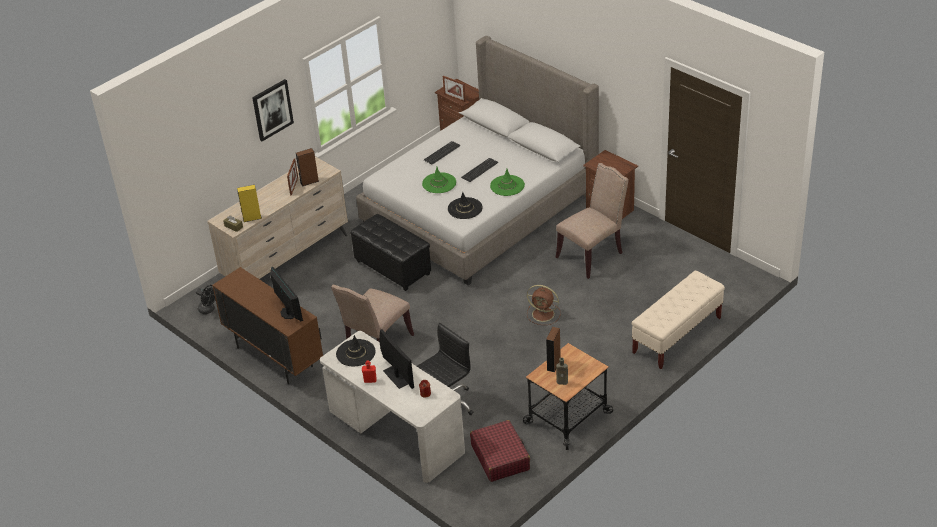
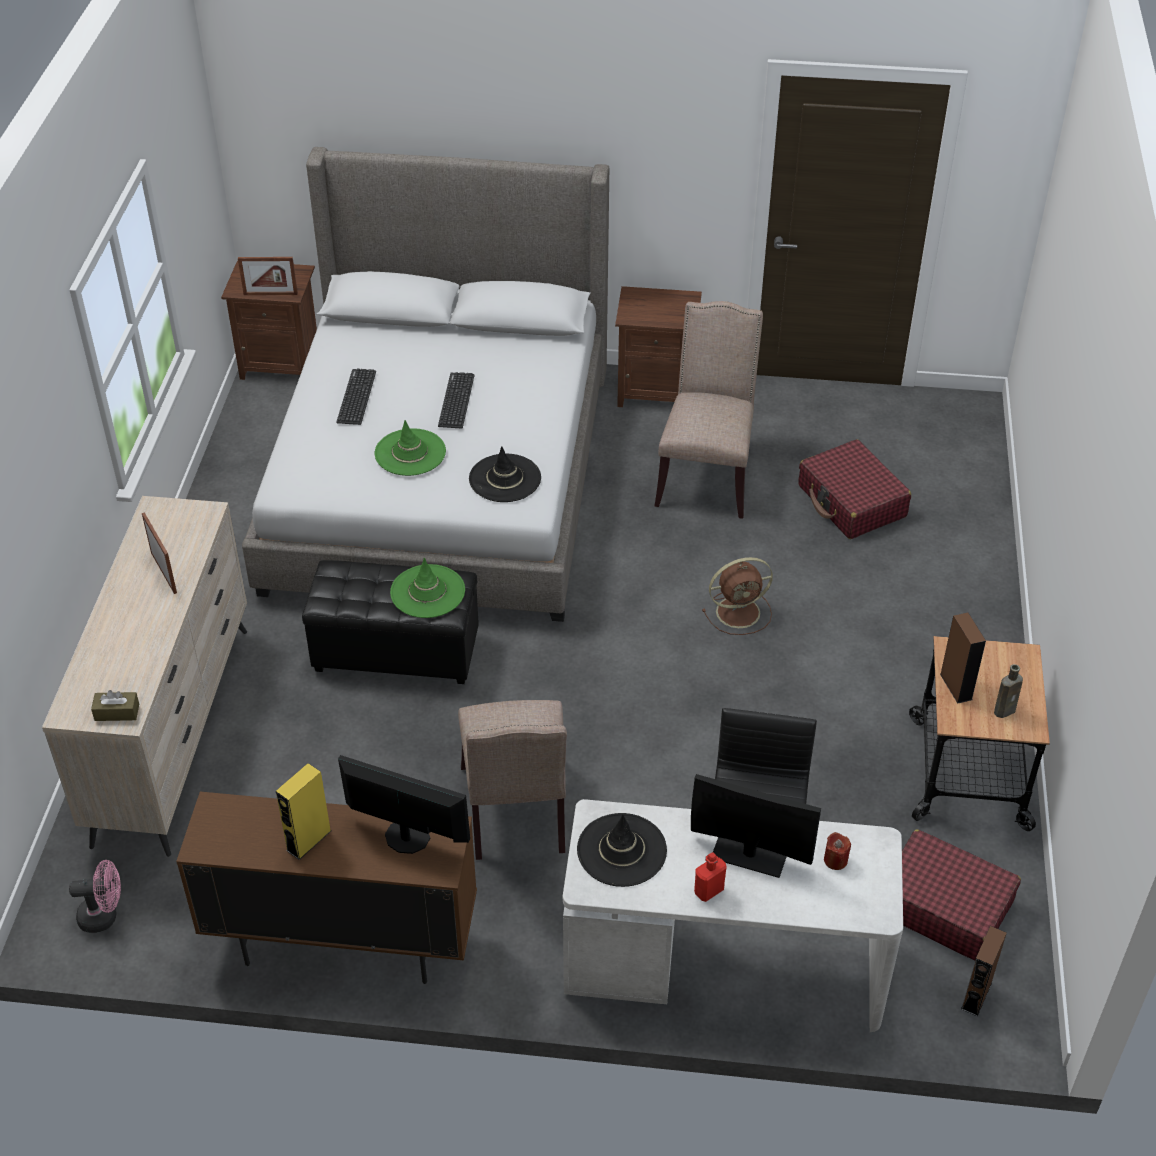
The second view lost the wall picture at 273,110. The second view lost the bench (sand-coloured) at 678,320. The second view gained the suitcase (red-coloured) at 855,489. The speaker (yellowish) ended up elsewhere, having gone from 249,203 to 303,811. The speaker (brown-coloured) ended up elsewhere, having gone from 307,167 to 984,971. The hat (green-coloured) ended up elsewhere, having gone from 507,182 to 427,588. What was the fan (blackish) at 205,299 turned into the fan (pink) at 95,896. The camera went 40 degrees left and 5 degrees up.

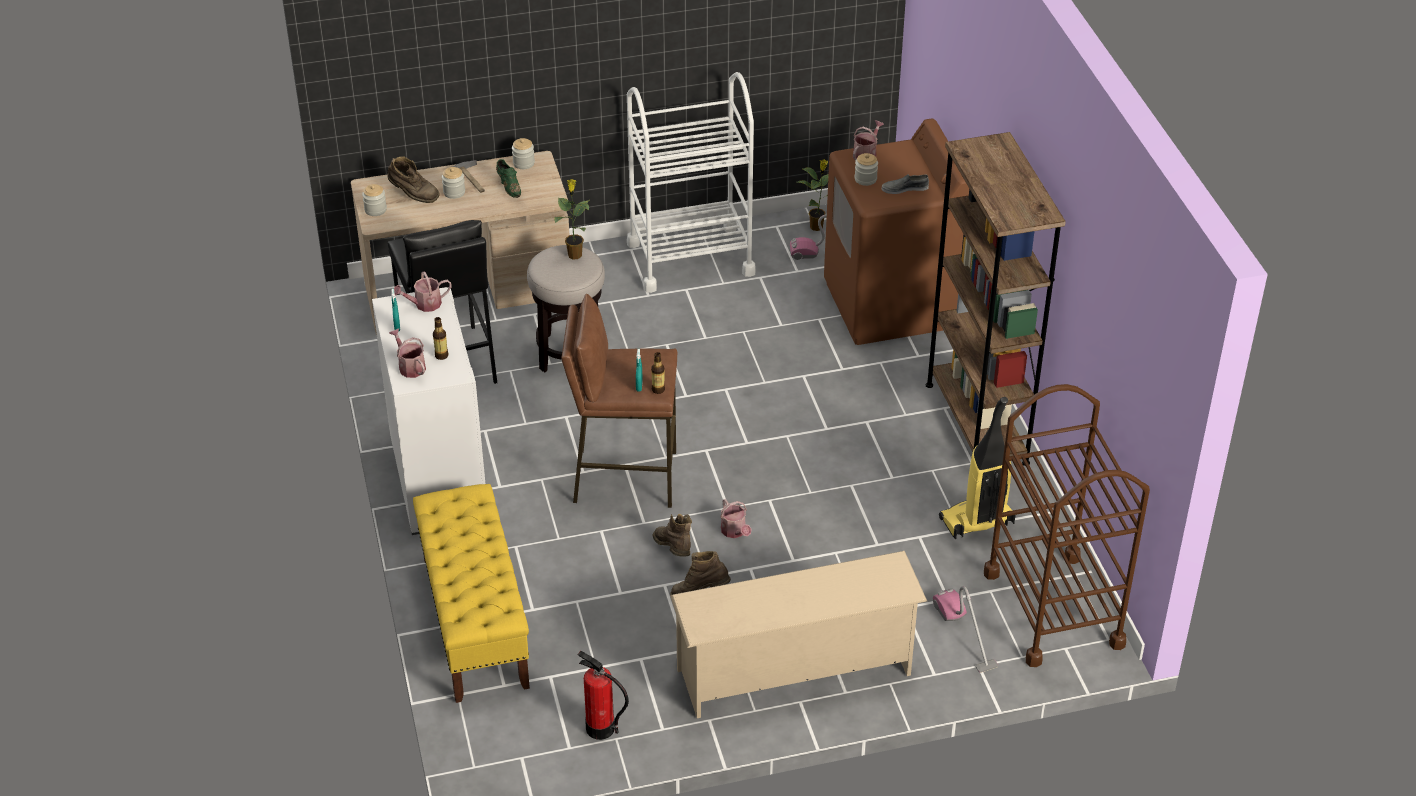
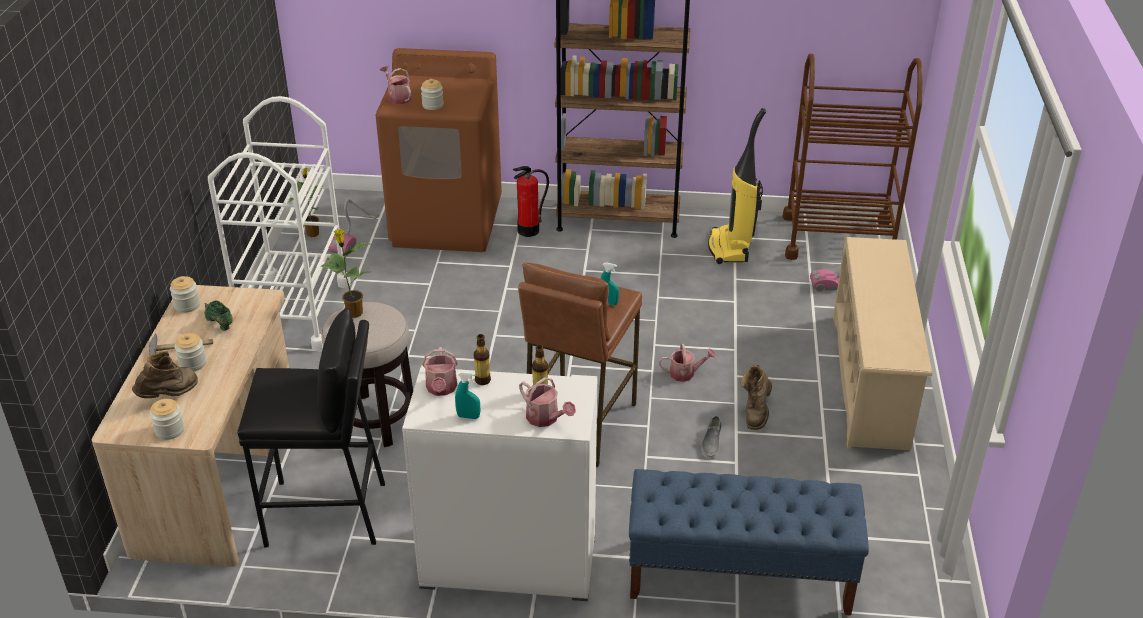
The second view lost the high-top boot (brown-coloured) at 672,535. The extinguisher ended up elsewhere, having gone from 603,695 to 530,201. The beverage bottle ended up elsewhere, having gone from 658,373 to 482,359. The item of footwear (greyish) ended up elsewhere, having gone from 905,184 to 711,437. What was the bench (yellowish) at 471,593 turned into the bench (blue-coloured) at 749,542. The watering can at 407,353 ended up facing another way, 120 degrees counterclockwise from before. The item of footwear (green-coloured) at 508,178 ended up facing another way, 120 degrees counterclockwise from before. The camera went 70 degrees left and 5 degrees down.

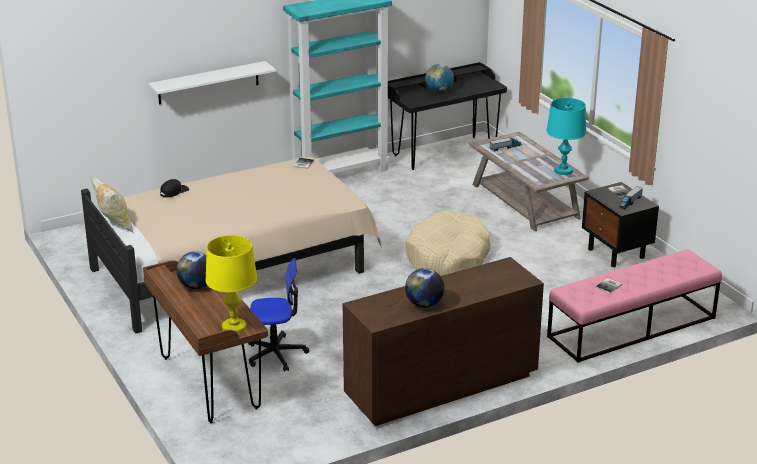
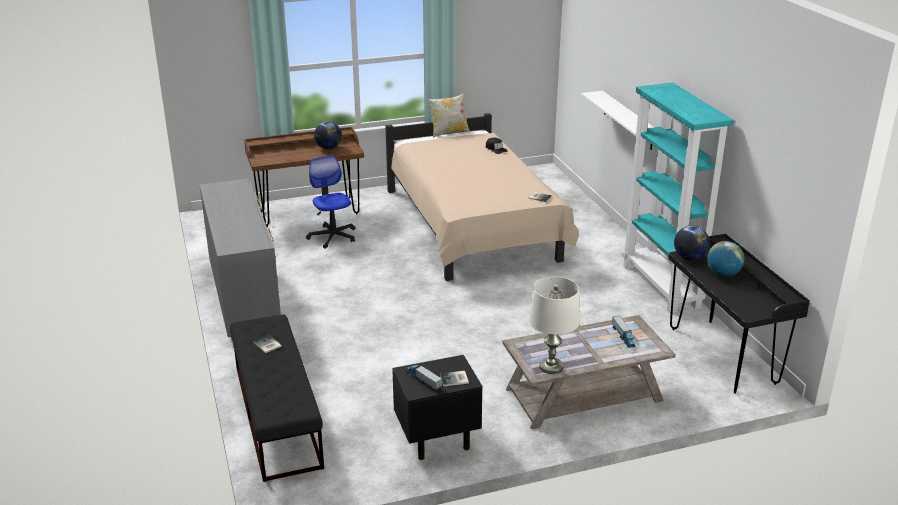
The second view lost the table lamp (yellowish) at 231,284. The second view lost the dog bed (sand-coloured) at 448,243. The desk globe ended up elsewhere, having gone from 424,288 to 692,243. What was the chest of drawers (brown-coloured) at 443,341 turned into the chest of drawers (greyish) at 240,257. What was the table lamp (blue-green) at 566,136 turned into the table lamp (whitish) at 554,325. What was the bench (pink) at 634,306 turned into the bench (blackish) at 277,398. The computer chair at 278,315 ended up facing another way, 150 degrees clockwise from before. The camera went 100 degrees right and 0 degrees up.

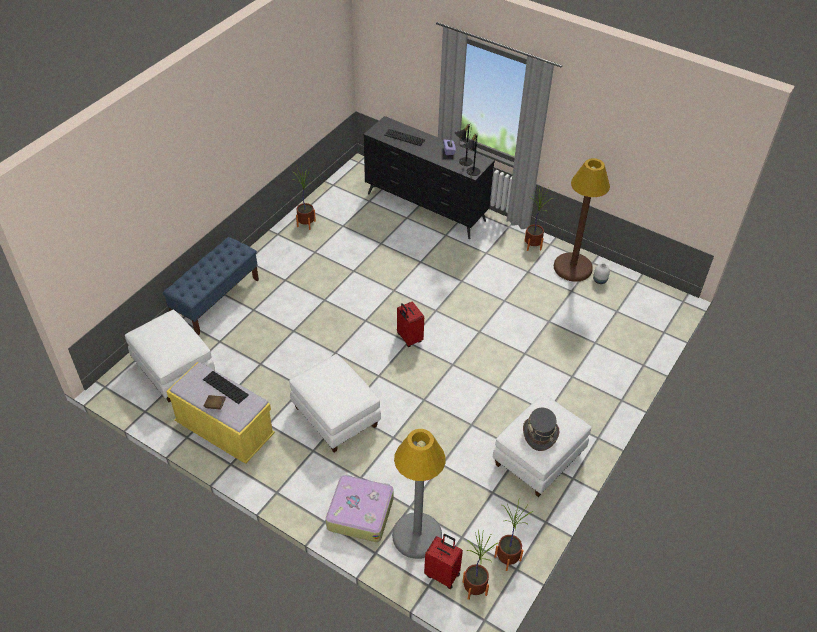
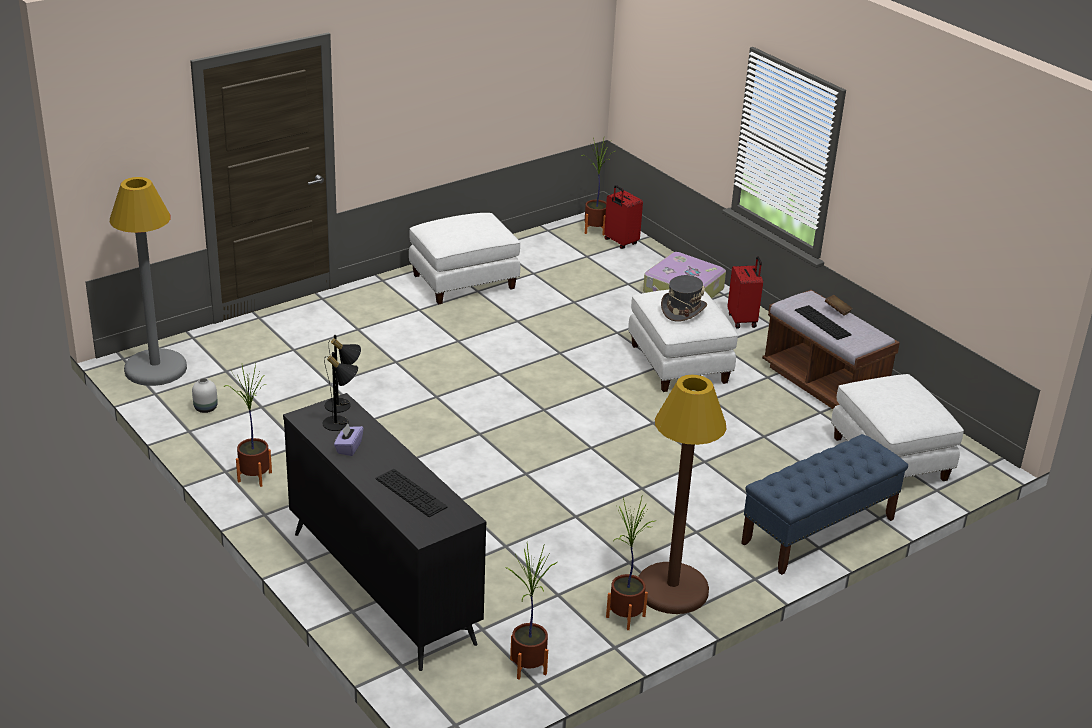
The floor lamp (greyish) ended up elsewhere, having gone from 419,494 to 148,281. The suitcase (red-coloured) ended up elsewhere, having gone from 410,324 to 745,292. The plant in a pot ended up elsewhere, having gone from 514,536 to 531,611. The hat (greyish) ended up elsewhere, having gone from 541,429 to 684,298. The floor lamp (brown-coloured) ended up elsewhere, having gone from 582,220 to 682,494. What was the bench (yellowish) at 220,413 turned into the bench (brown-coloured) at 831,349. The camera went 160 degrees left and 15 degrees down.

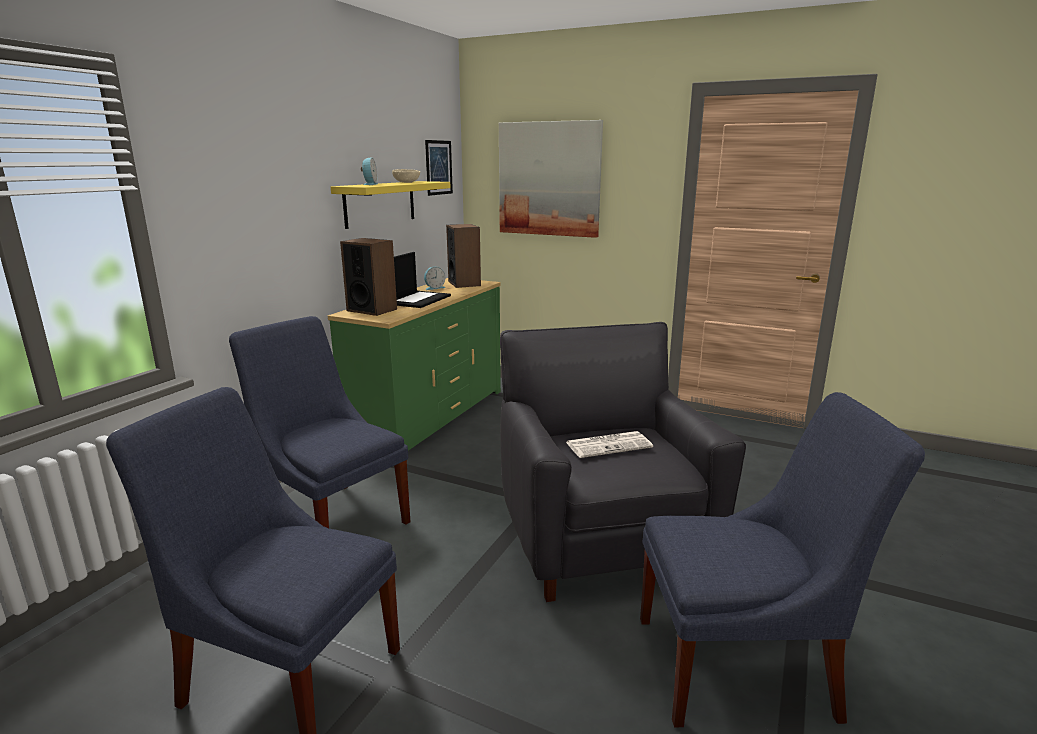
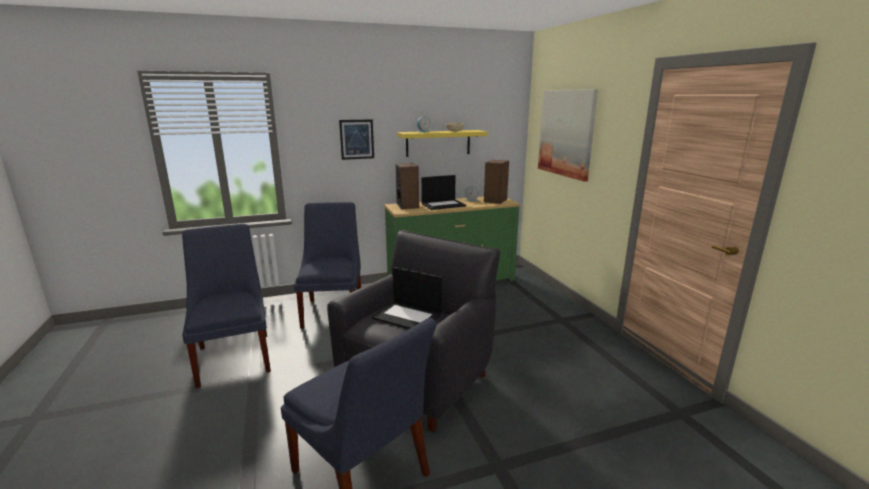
The wall picture ended up elsewhere, having gone from 439,168 to 356,139. Where the daily paper stood at 609,444, the notebook computer came to stand at 407,298. The camera went 45 degrees right and 0 degrees up.

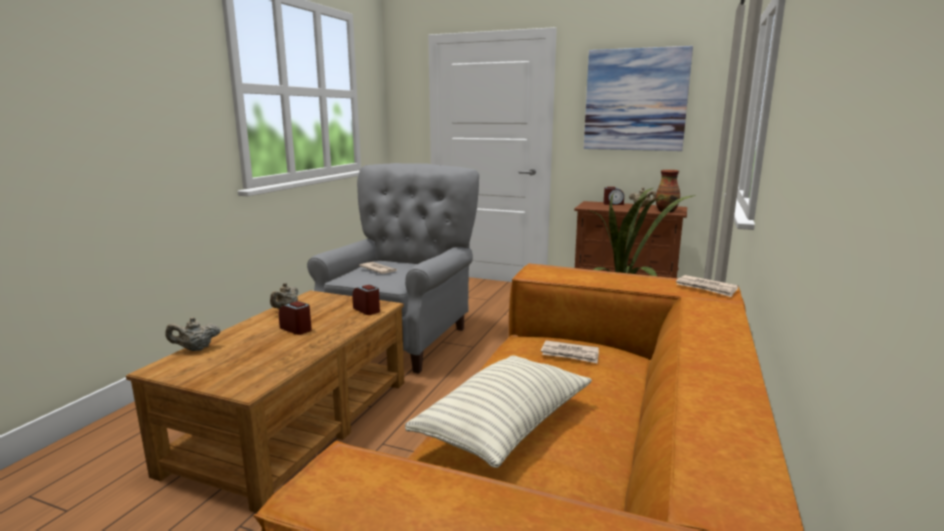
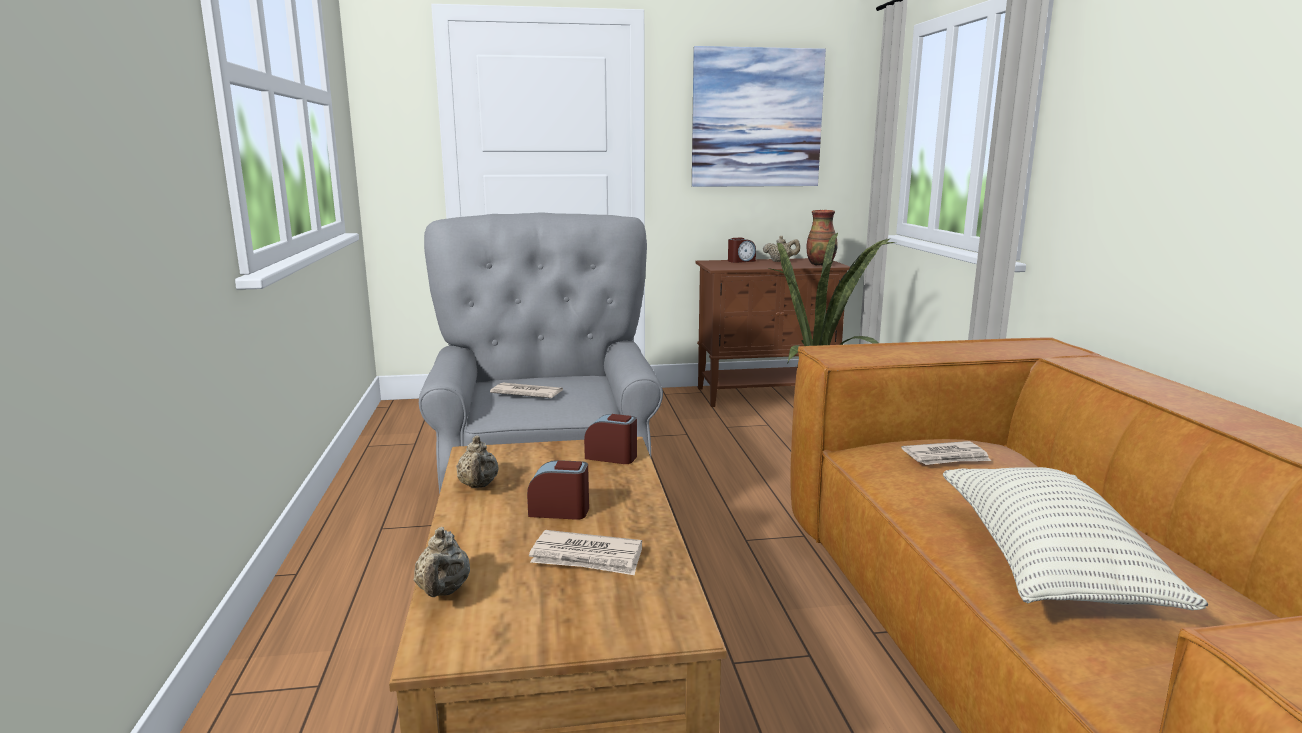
The daily paper ended up elsewhere, having gone from 707,286 to 585,552. The tea pot (sand-coloured) at 193,334 ended up facing another way, 45 degrees counterclockwise from before. The camera went 30 degrees left and 0 degrees up.

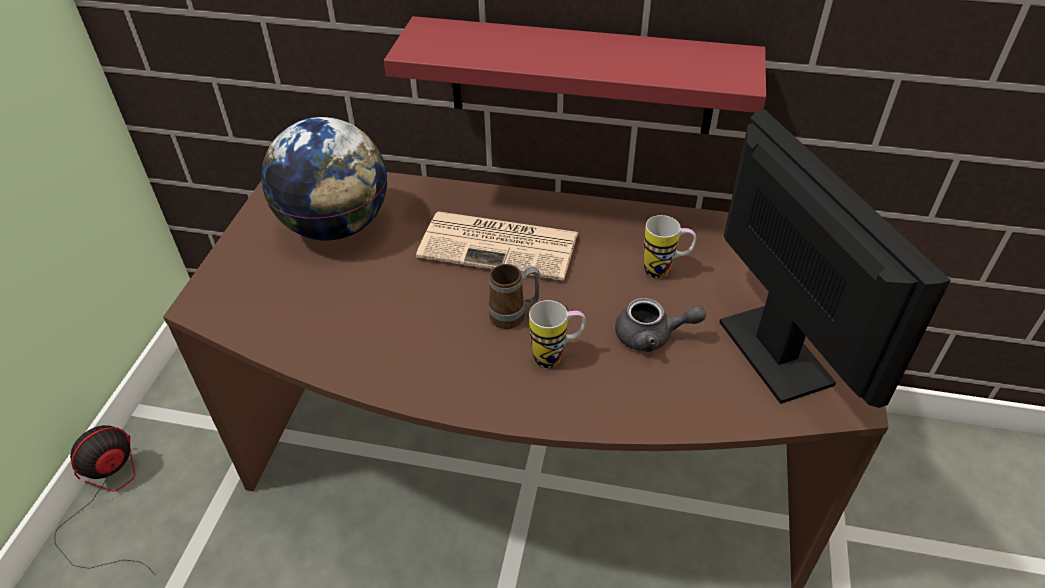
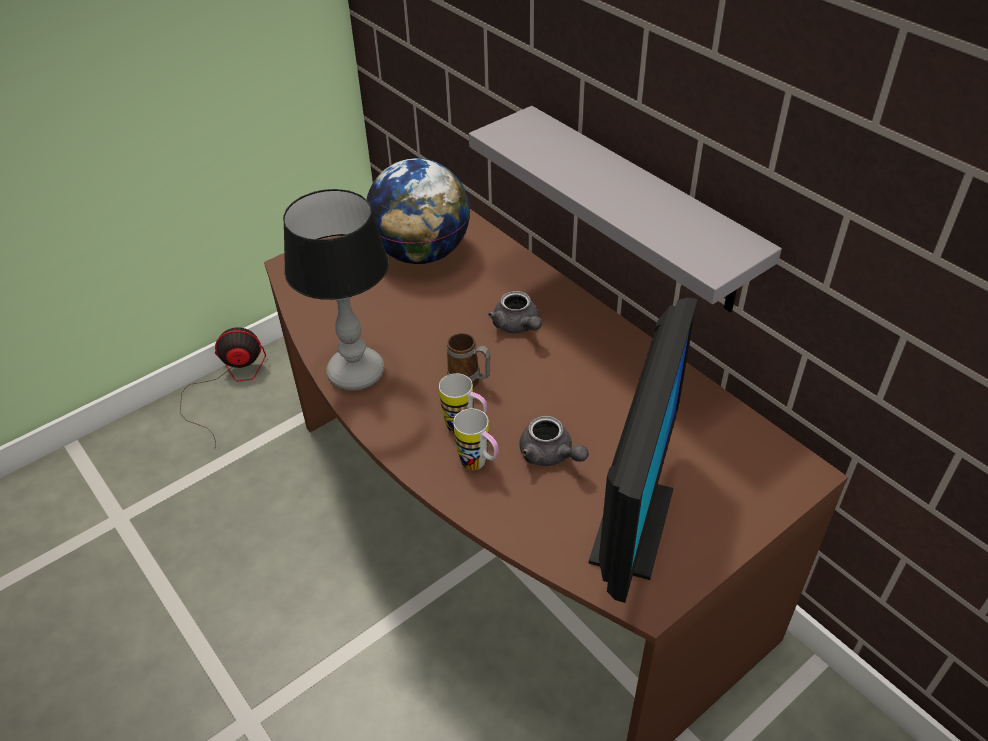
The second view gained the table lamp at 336,290. The coffee mug ended up elsewhere, having gone from 669,246 to 475,439. Where the daily paper stood at 497,246, the tea pot (greyish) came to stand at 515,312. What was the wall shelf (red-coloured) at 575,75 turned into the wall shelf (greyish) at 625,209. The camera went 40 degrees right and 0 degrees up.

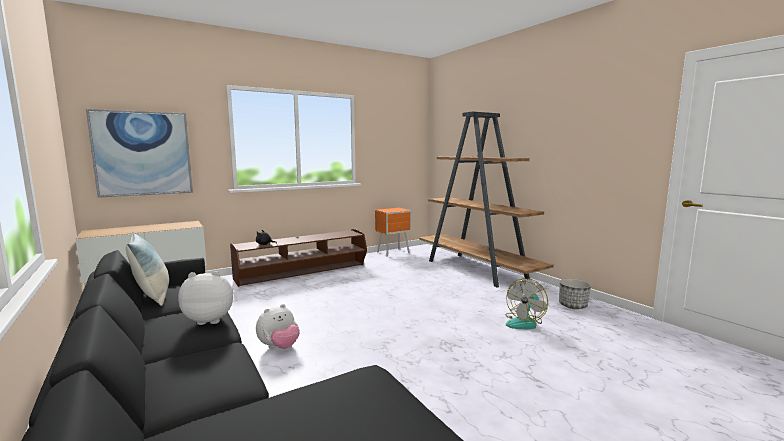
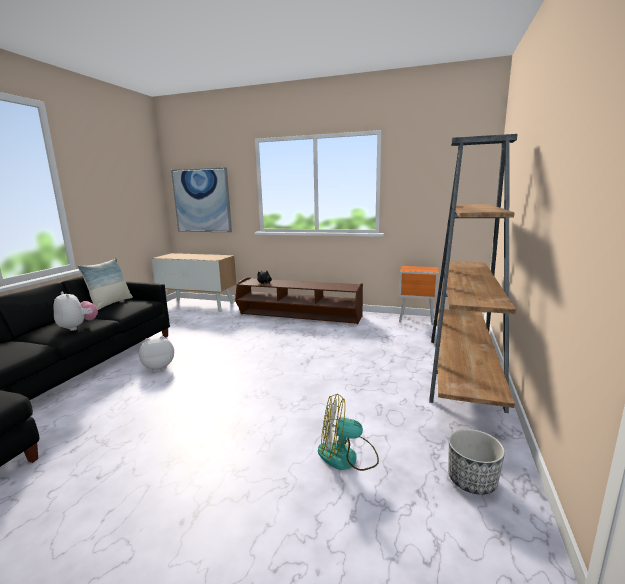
The soft toy at 278,326 ended up facing another way, 150 degrees clockwise from before. The camera went 50 degrees right and 5 degrees up.

